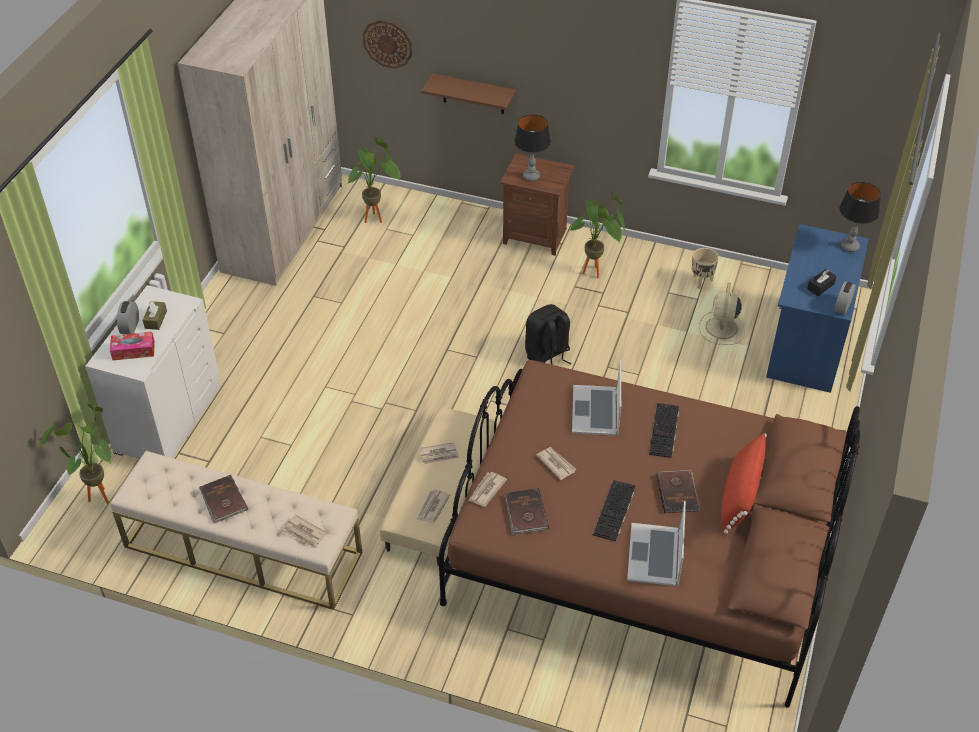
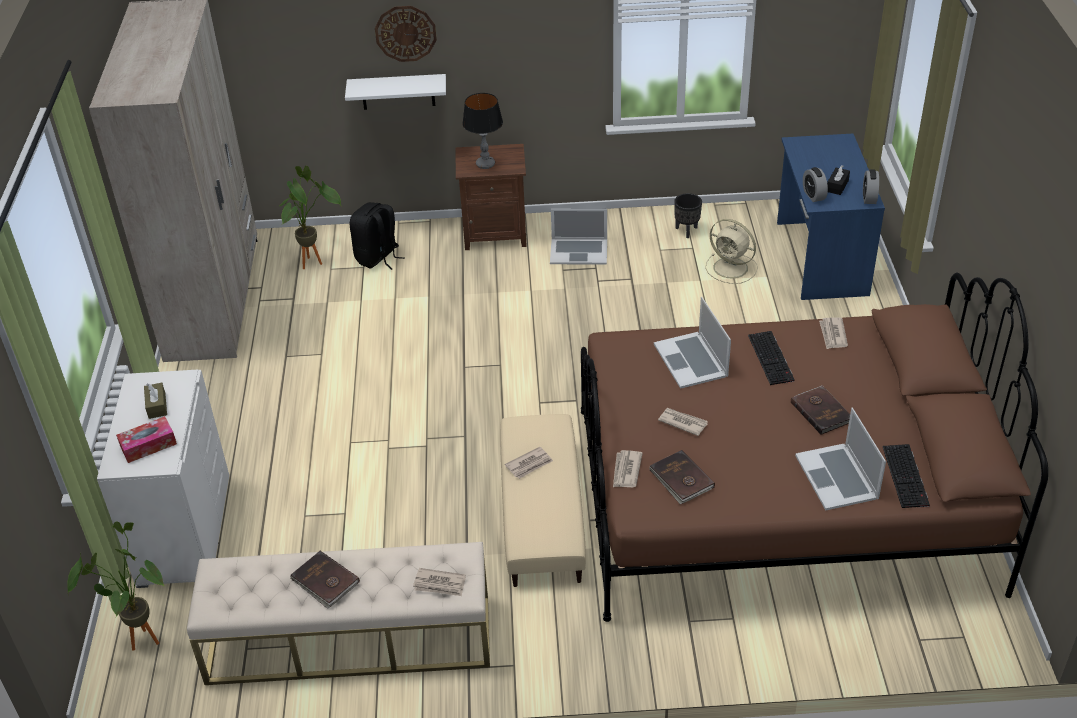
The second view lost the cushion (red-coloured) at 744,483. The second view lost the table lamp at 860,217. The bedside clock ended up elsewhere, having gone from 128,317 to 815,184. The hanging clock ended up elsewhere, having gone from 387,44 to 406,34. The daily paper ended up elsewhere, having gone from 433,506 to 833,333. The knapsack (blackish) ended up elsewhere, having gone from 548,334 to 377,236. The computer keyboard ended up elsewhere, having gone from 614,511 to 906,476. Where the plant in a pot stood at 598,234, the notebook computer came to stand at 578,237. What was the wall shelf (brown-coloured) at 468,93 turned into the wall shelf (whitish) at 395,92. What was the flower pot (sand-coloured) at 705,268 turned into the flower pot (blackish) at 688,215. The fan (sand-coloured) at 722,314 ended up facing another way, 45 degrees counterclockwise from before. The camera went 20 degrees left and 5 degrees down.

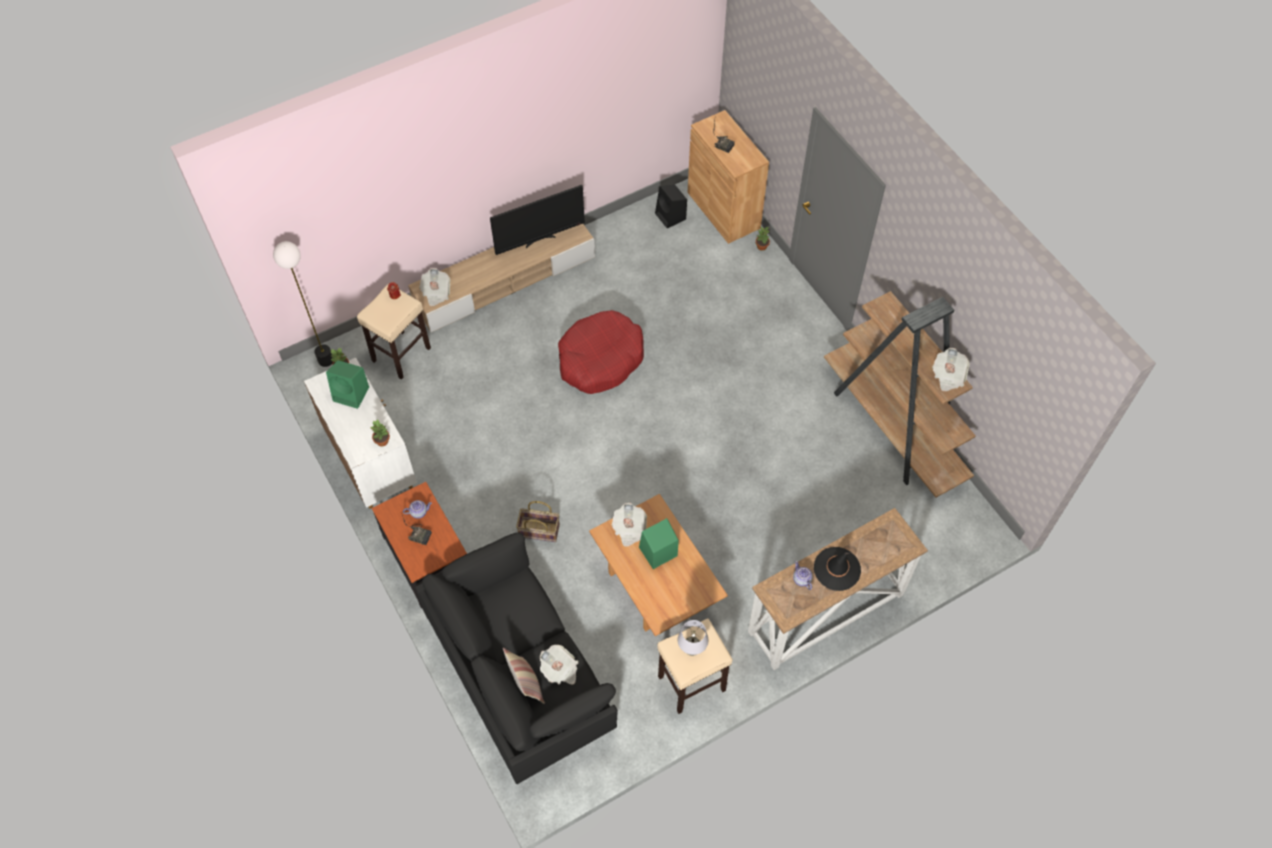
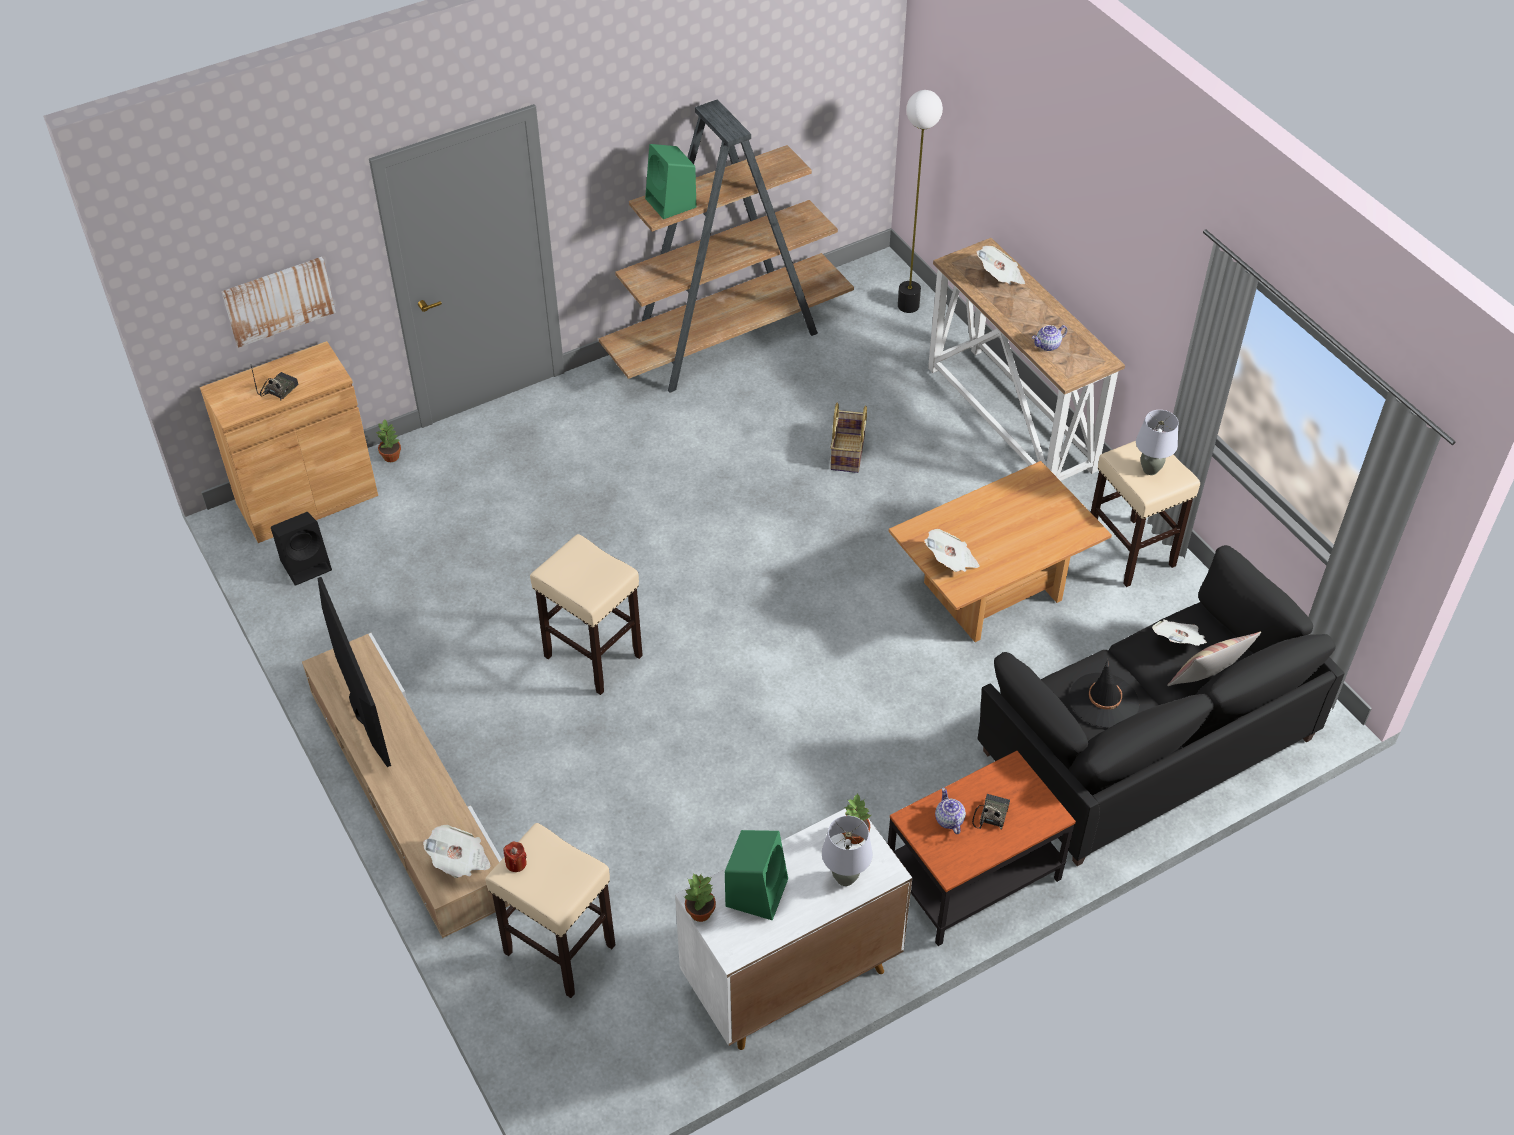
The second view gained the wall picture at 278,302. The second view gained the table lamp (greyish) at 847,851. The floor lamp ended up elsewhere, having gone from 303,304 to 920,201. The storage basket ended up elsewhere, having gone from 538,521 to 848,438. The speaker (green-coloured) ended up elsewhere, having gone from 659,543 to 670,181. The hat (blackish) ended up elsewhere, having gone from 837,569 to 1104,693. The daily paper ended up elsewhere, having gone from 951,369 to 1001,265. Where the dog bed (red-coloured) stood at 601,352, the stool seat (sand-coloured) came to stand at 586,614. The camera went 90 degrees left and 10 degrees down.

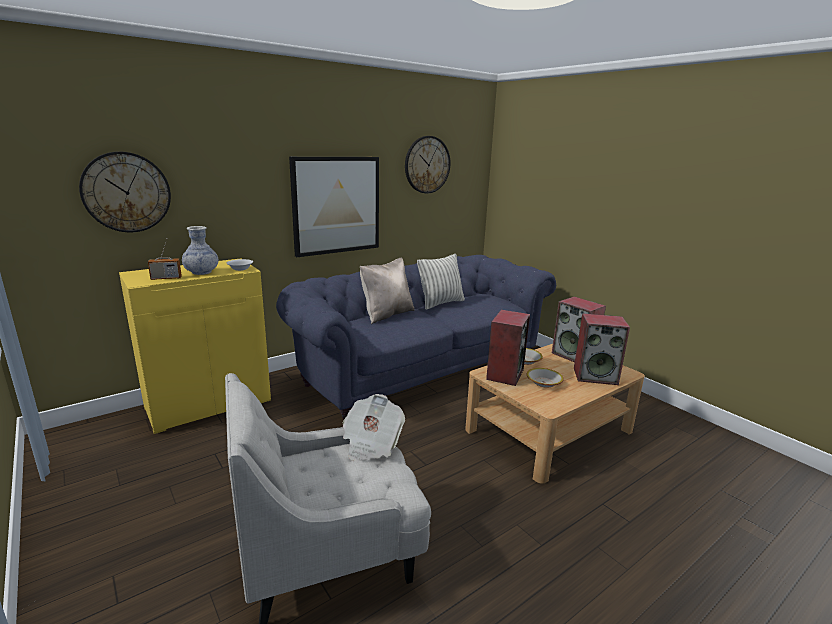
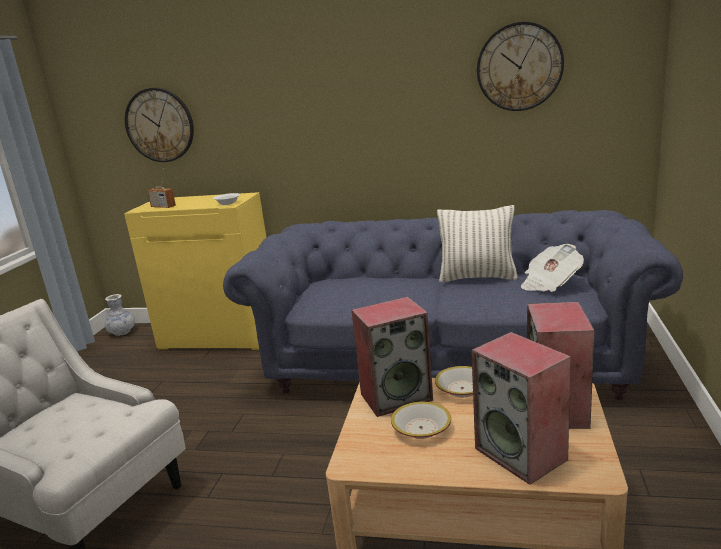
The second view lost the wall picture at 334,207. The second view lost the cushion (sand-coloured) at 387,291. The decorative vase ended up elsewhere, having gone from 200,250 to 119,315. The daily paper ended up elsewhere, having gone from 373,428 to 552,268. The camera went 50 degrees right and 0 degrees up.

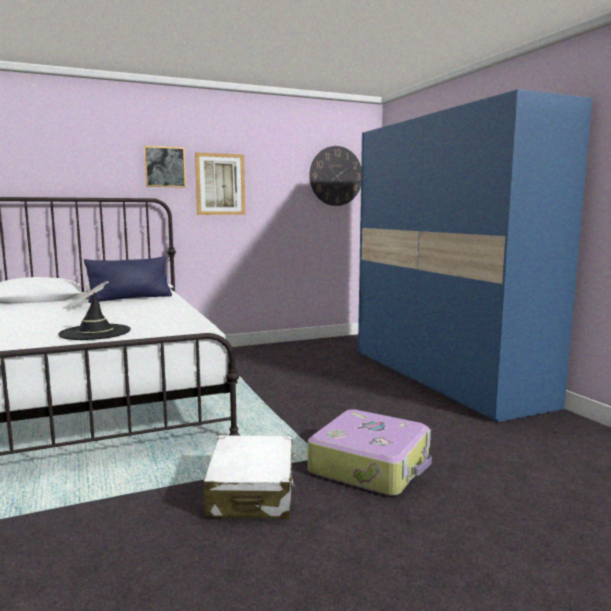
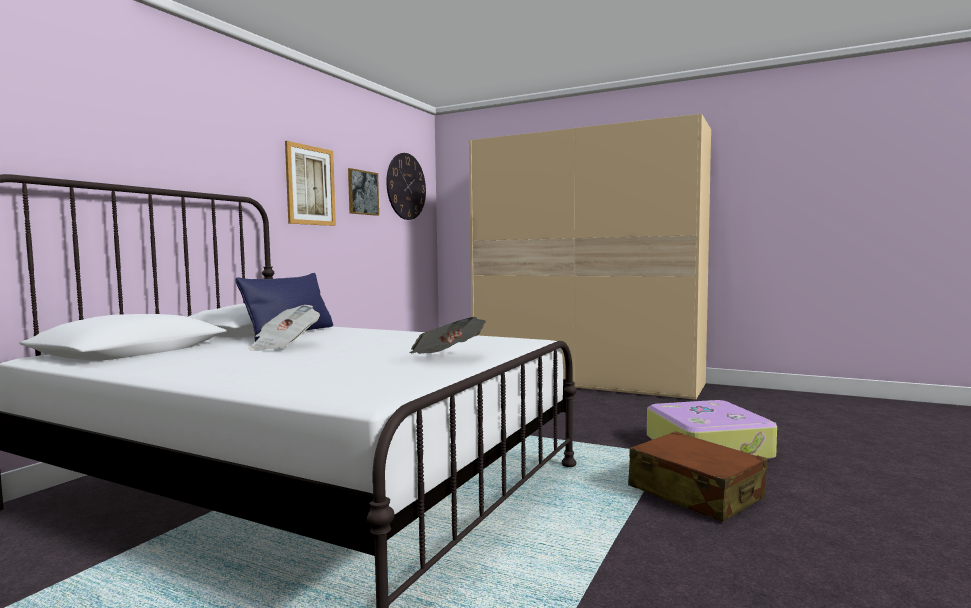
The wall picture ended up elsewhere, having gone from 165,166 to 363,192. Where the hat (blackish) stood at 94,316, the daily paper came to stand at 447,335. What was the suitcase (whitish) at 249,477 turned into the suitcase (brown-coloured) at 697,476. What was the clothes cupboard (blue-coloured) at 475,255 turned into the clothes cupboard (sand-coloured) at 590,257. The camera went 40 degrees left and 5 degrees down.

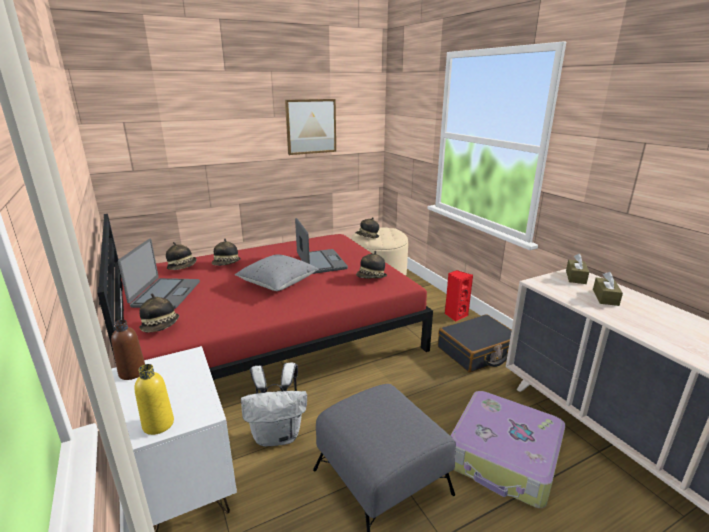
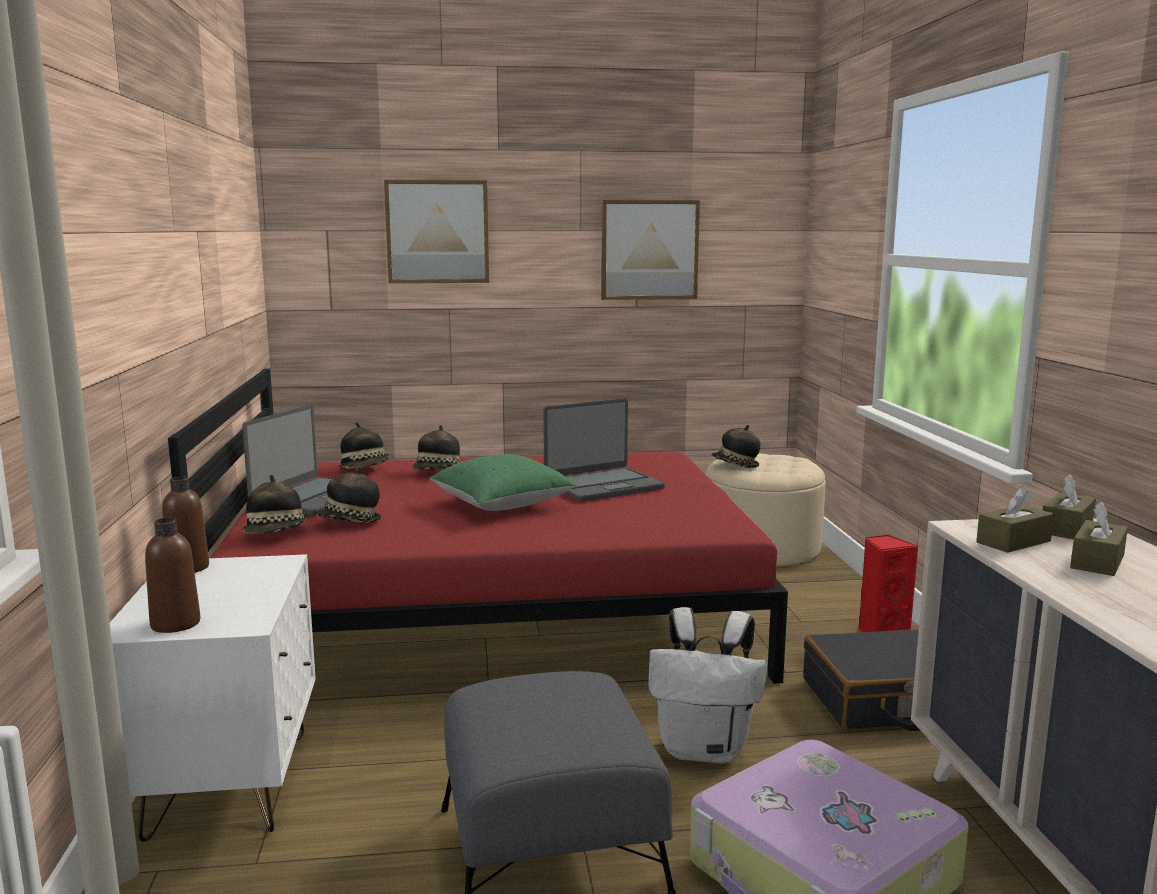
The second view gained the wall picture at 436,231. The second view gained the tissue holder (brown-coloured) at 1015,519. The knapsack (whitish) ended up elsewhere, having gone from 274,404 to 707,685. The hat ended up elsewhere, having gone from 371,265 to 348,495. What was the beverage bottle (yellowish) at 154,399 turned into the beverage bottle (brown-coloured) at 172,575. What was the cushion (greyish) at 277,272 turned into the cushion (green-coloured) at 503,482. The notebook computer at 321,246 ended up facing another way, 60 degrees clockwise from before. The camera went 20 degrees right and 10 degrees down.

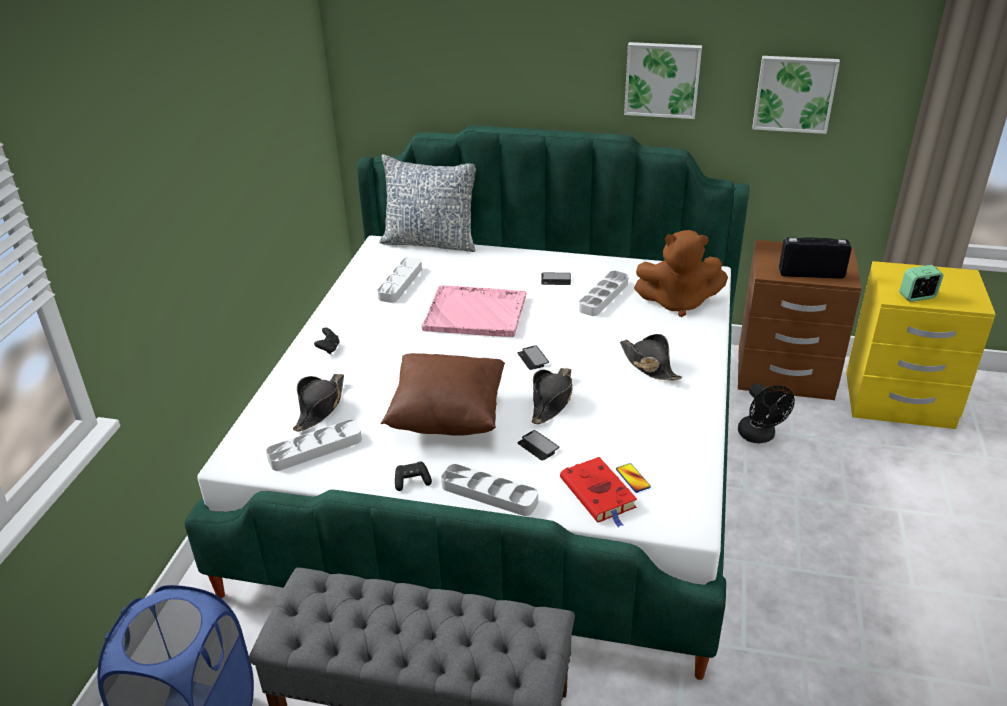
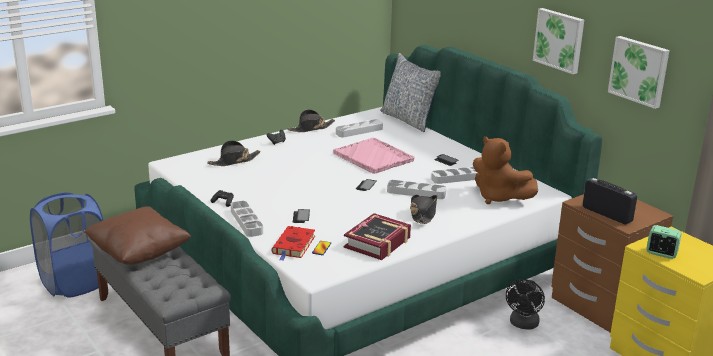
The second view gained the volume at 377,236. The tray (greyish) ended up elsewhere, having gone from 314,445 to 416,189. The cushion (brown-coloured) ended up elsewhere, having gone from 443,394 to 137,235. The hat (blackish) ended up elsewhere, having gone from 552,396 to 311,120. The camera went 40 degrees right and 10 degrees down.

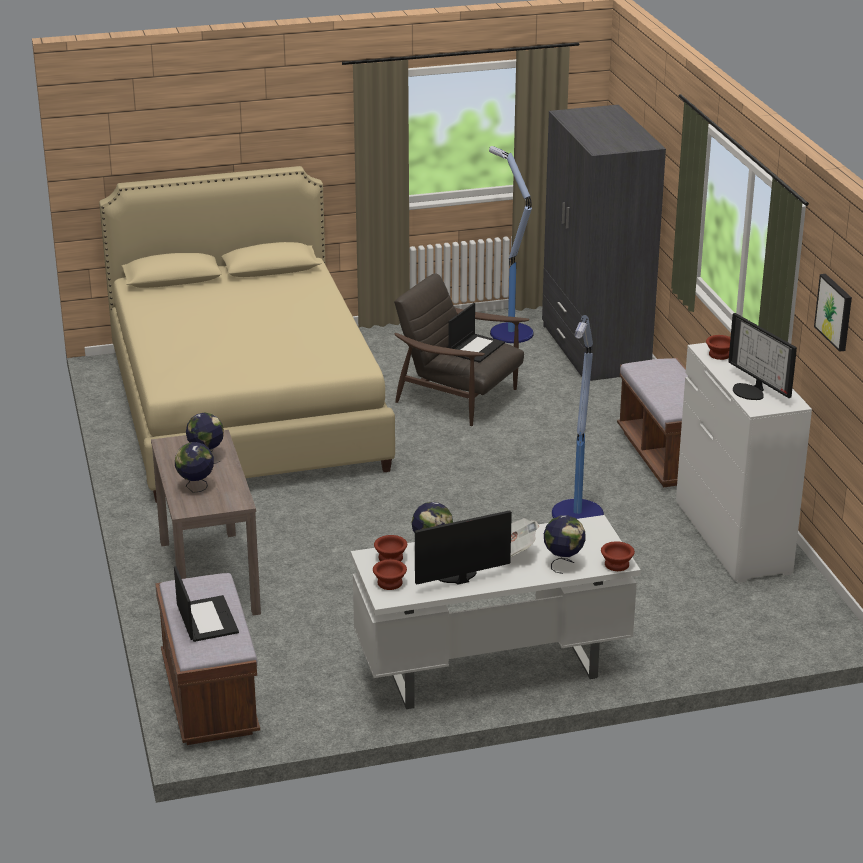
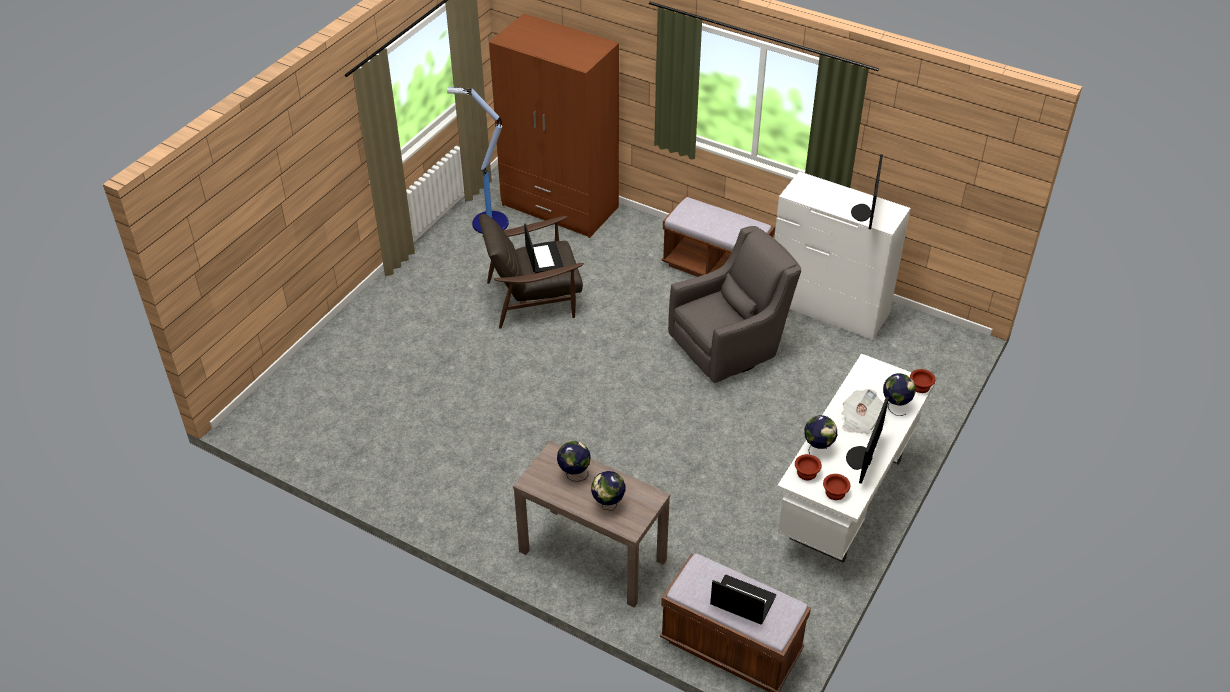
The second view lost the bed (sand-coloured) at 247,334. The second view lost the deep dish (brown-coloured) at 718,347. The second view lost the wall picture at 833,313. Where the floor lamp stood at 578,417, the lounge chair (greyish) came to stand at 734,304. What was the clothes cupboard (greyish) at 604,243 turned into the clothes cupboard (brown-coloured) at 554,126. The computer screen at 762,356 ended up facing another way, 90 degrees clockwise from before. The camera went 45 degrees left and 15 degrees up.

